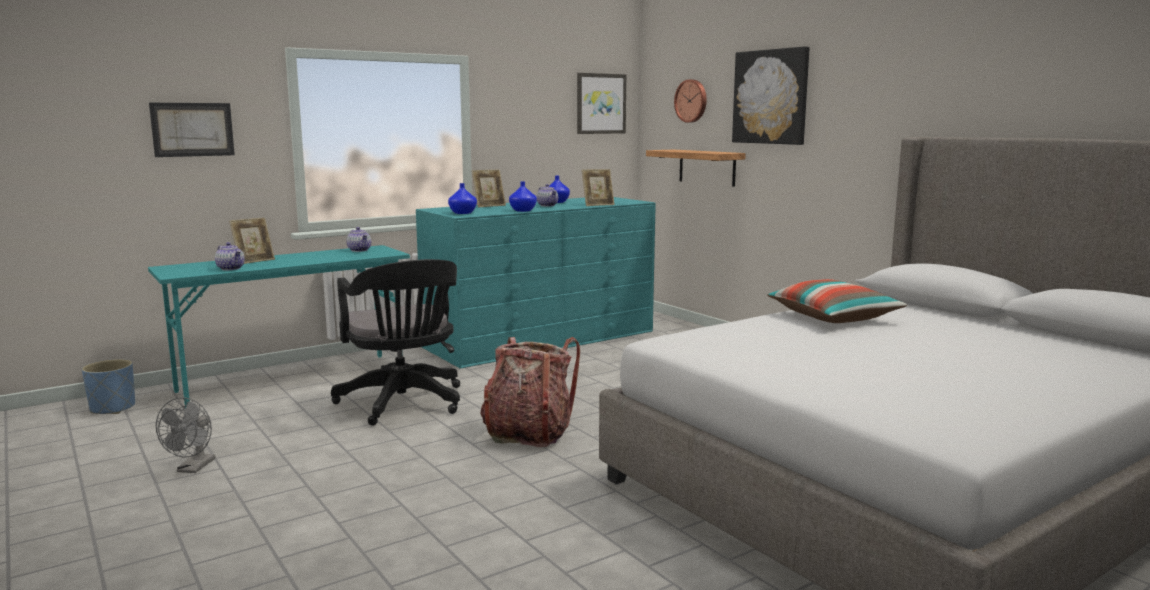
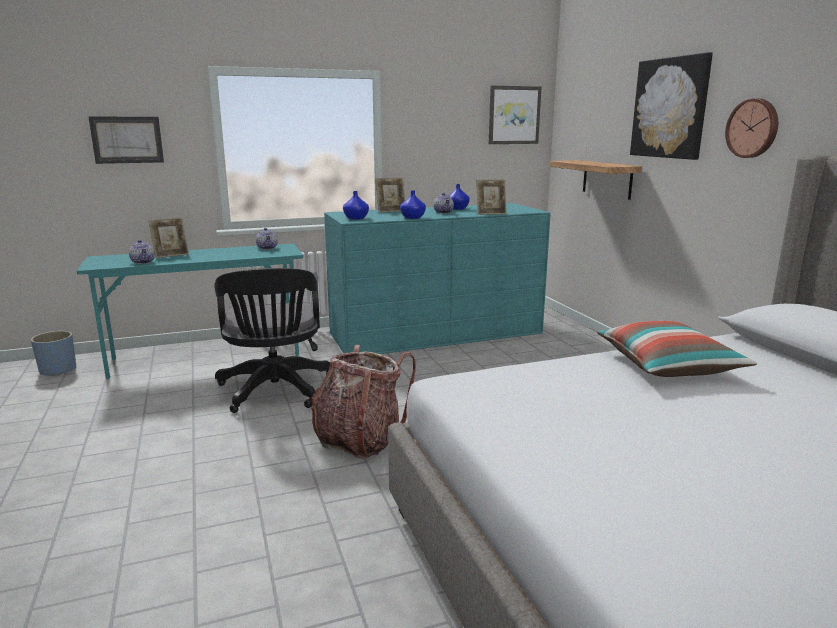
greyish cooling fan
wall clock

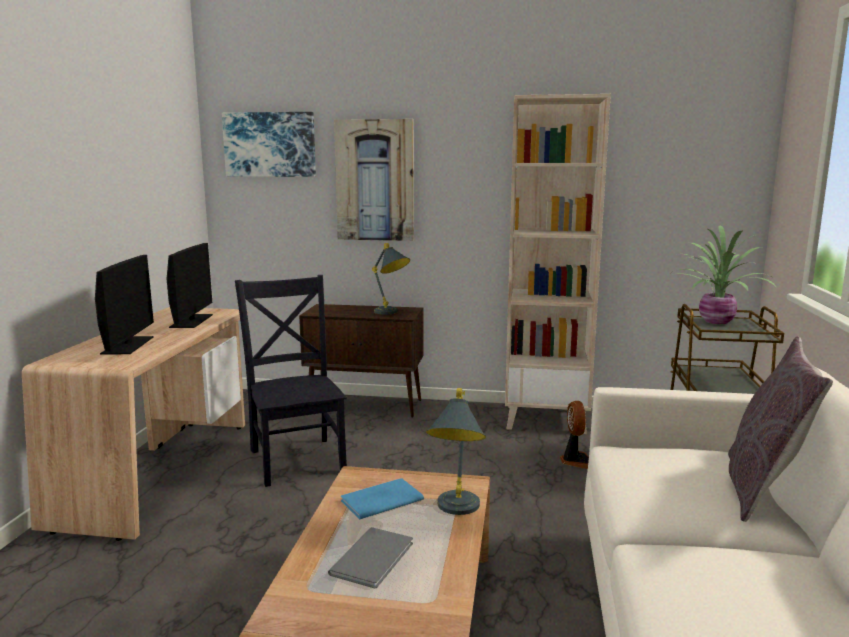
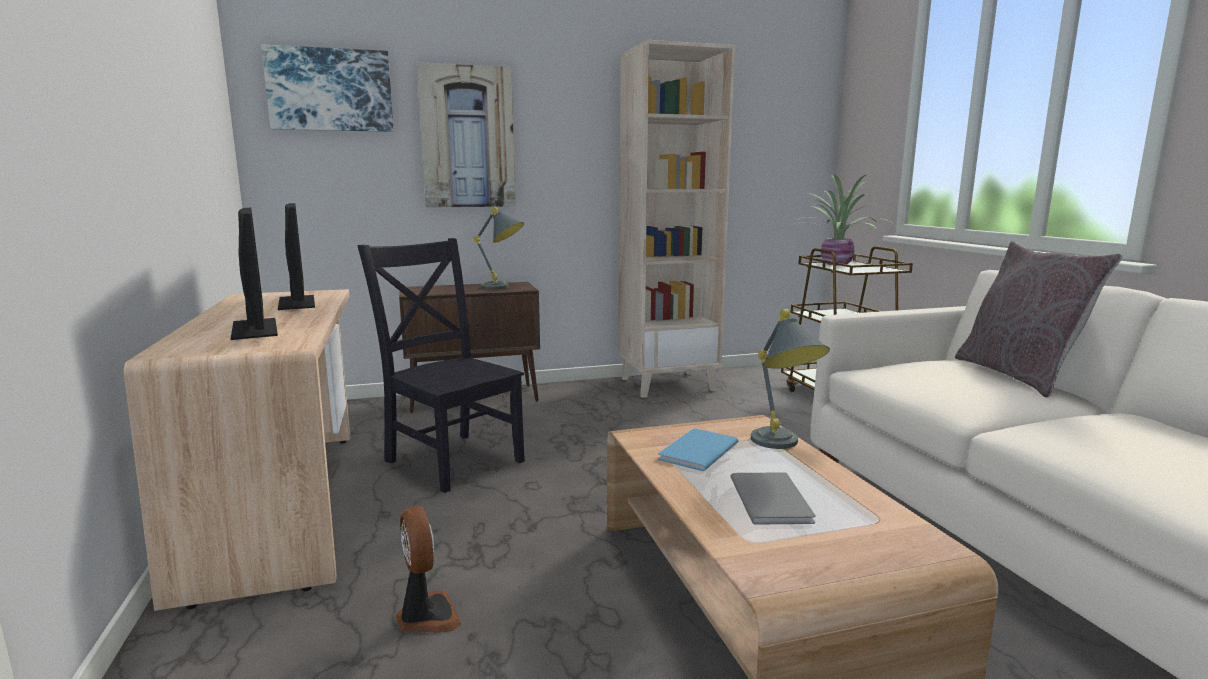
cooling fan

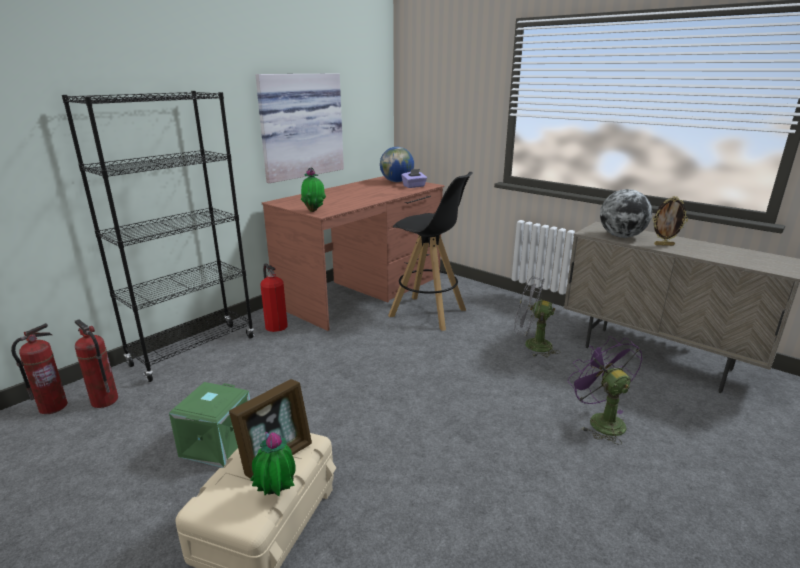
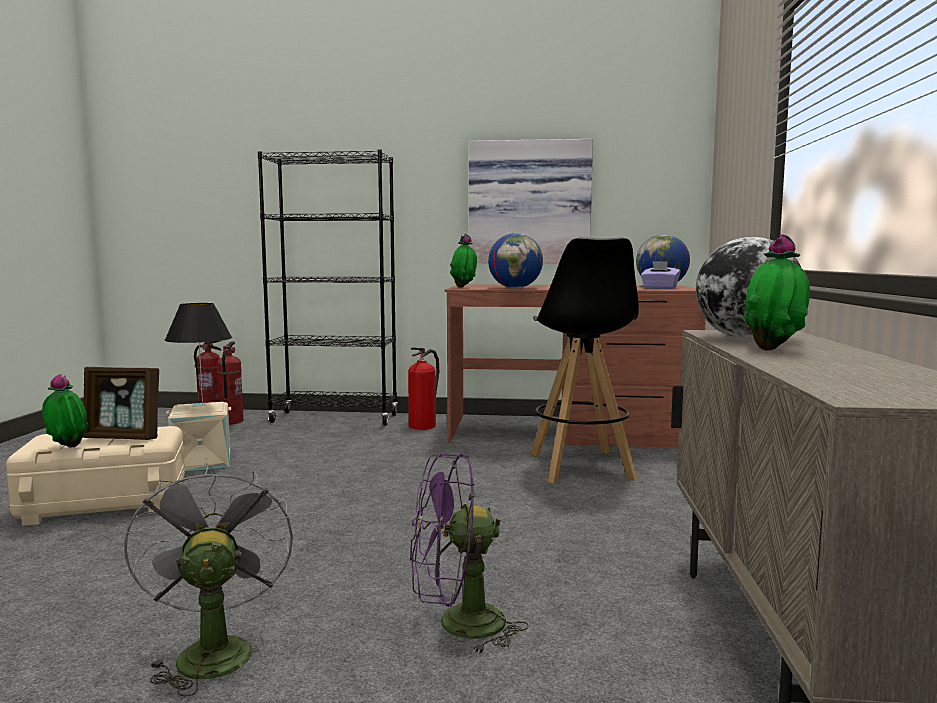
black-coloured tabletop lamp
globe (1st from left)
greyish cooling fan
plant in a pot (3rd from left)
beige-coloured storage box (2nd from left)
purplish cooling fan

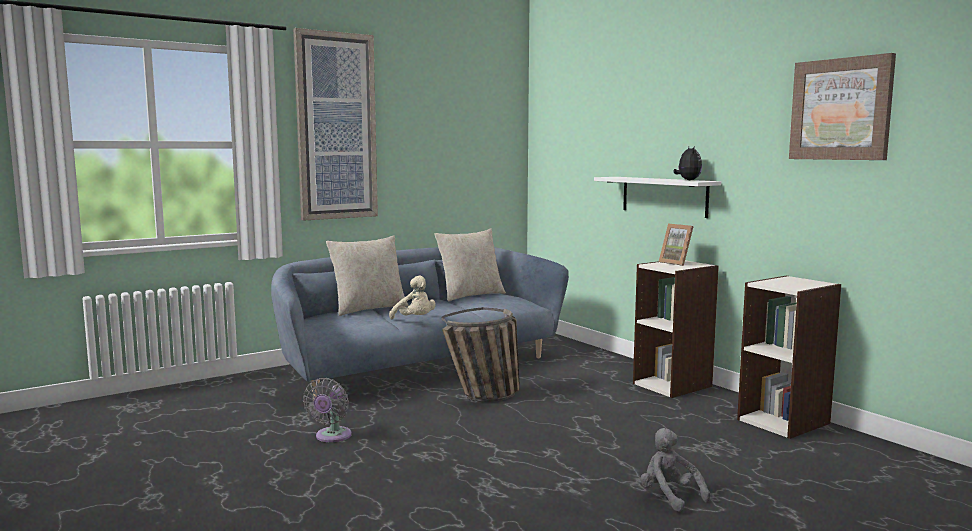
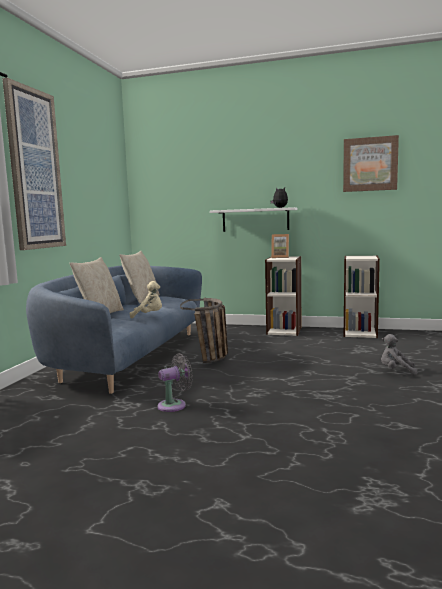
greyish cooling fan

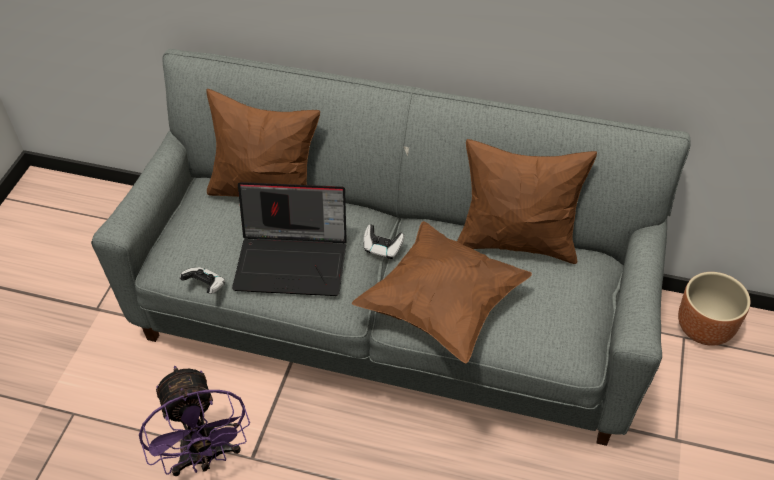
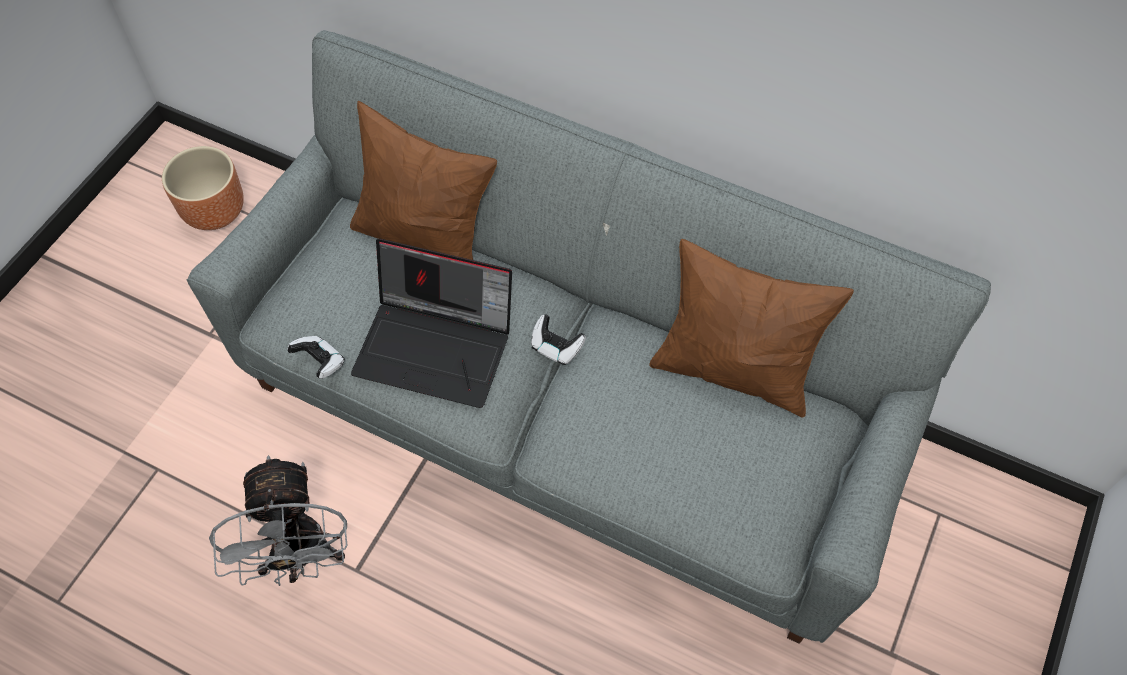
brown pillow (2nd from left in the first image)
brown plant pot
greyish cooling fan

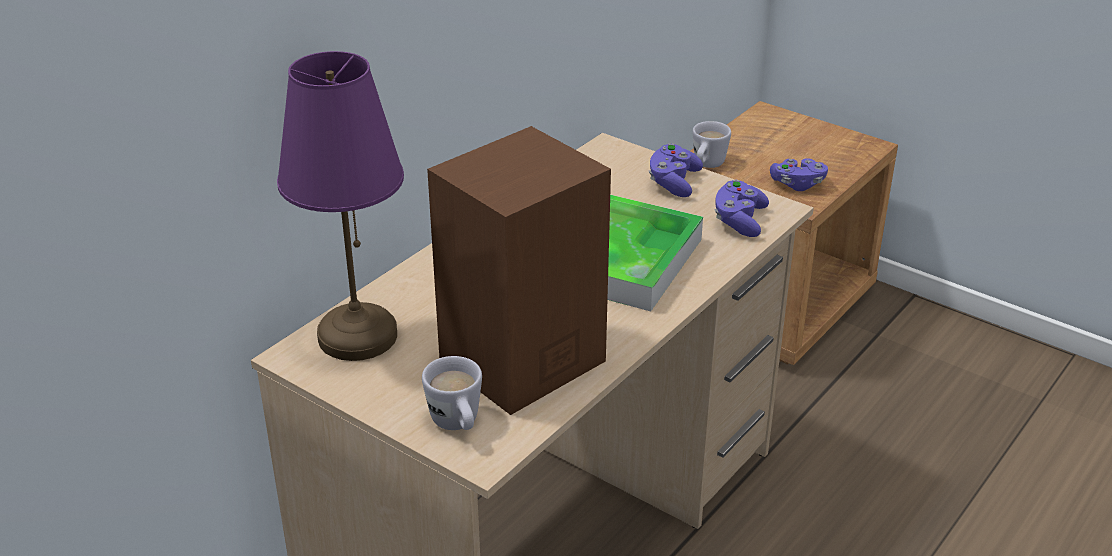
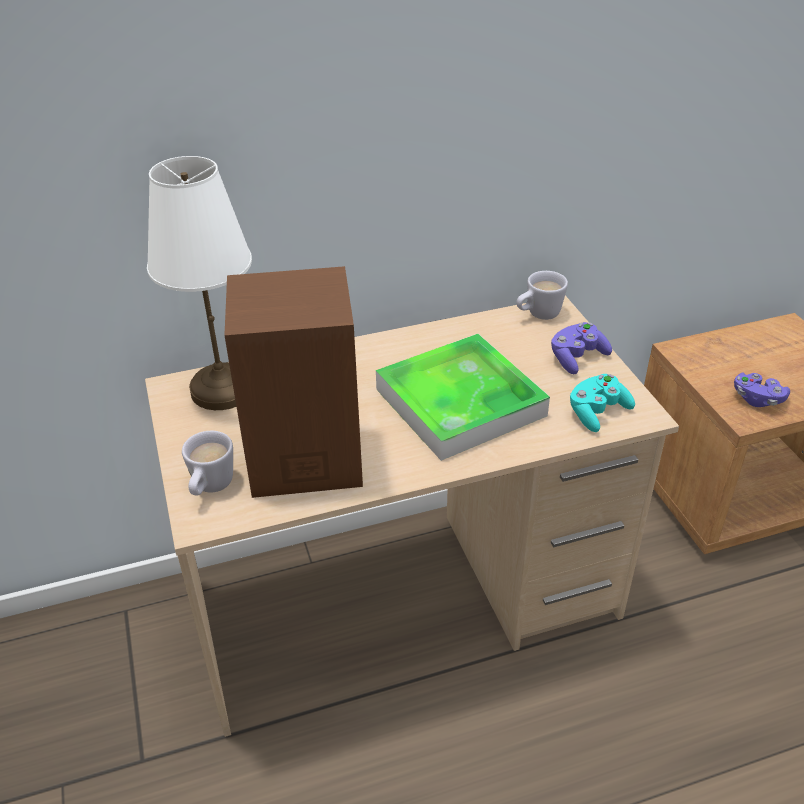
white-coloured mug (2nd from left)
white-coloured tabletop lamp
turquoise gamepad

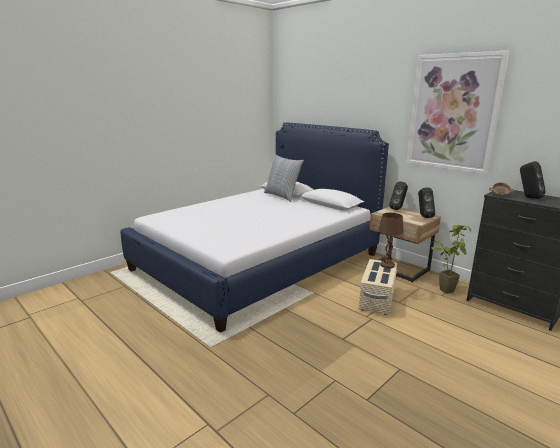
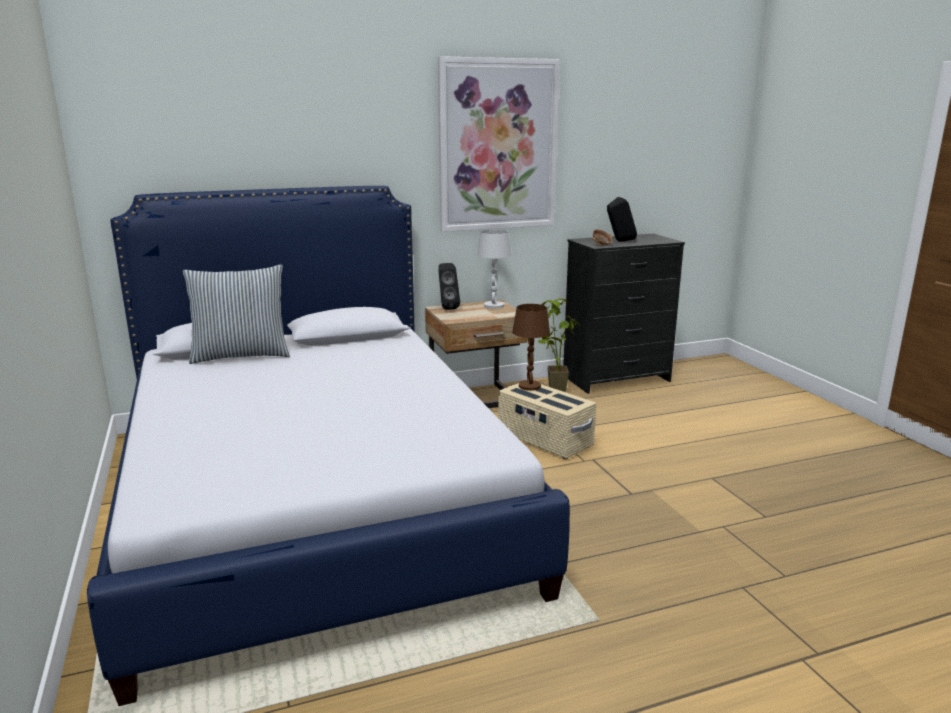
white-coloured tabletop lamp

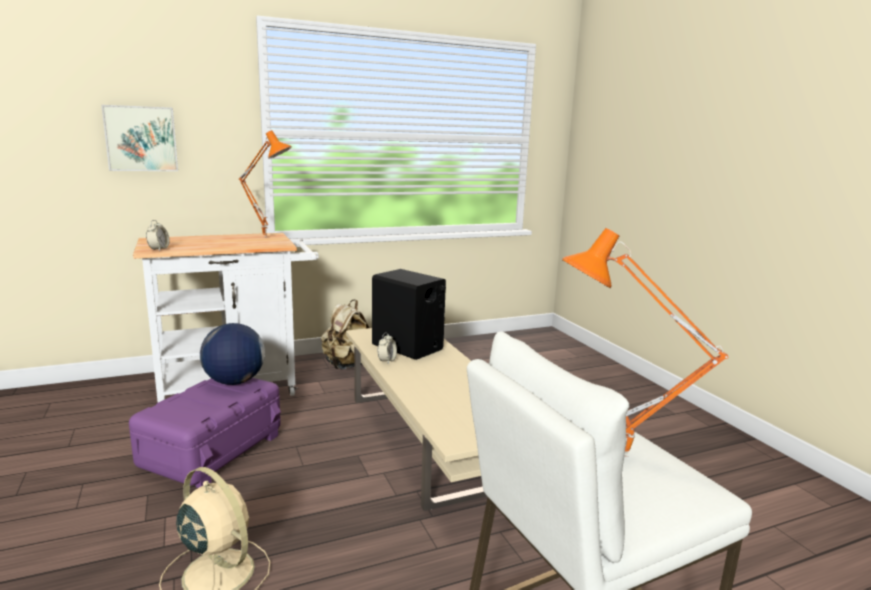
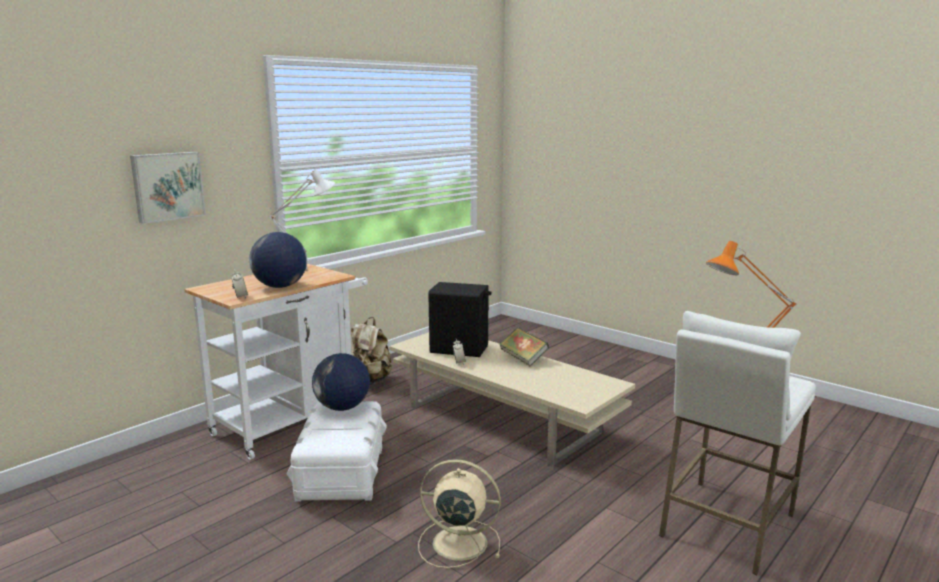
globe (1st from left)
book
white-coloured storage box
white-coloured tabletop lamp

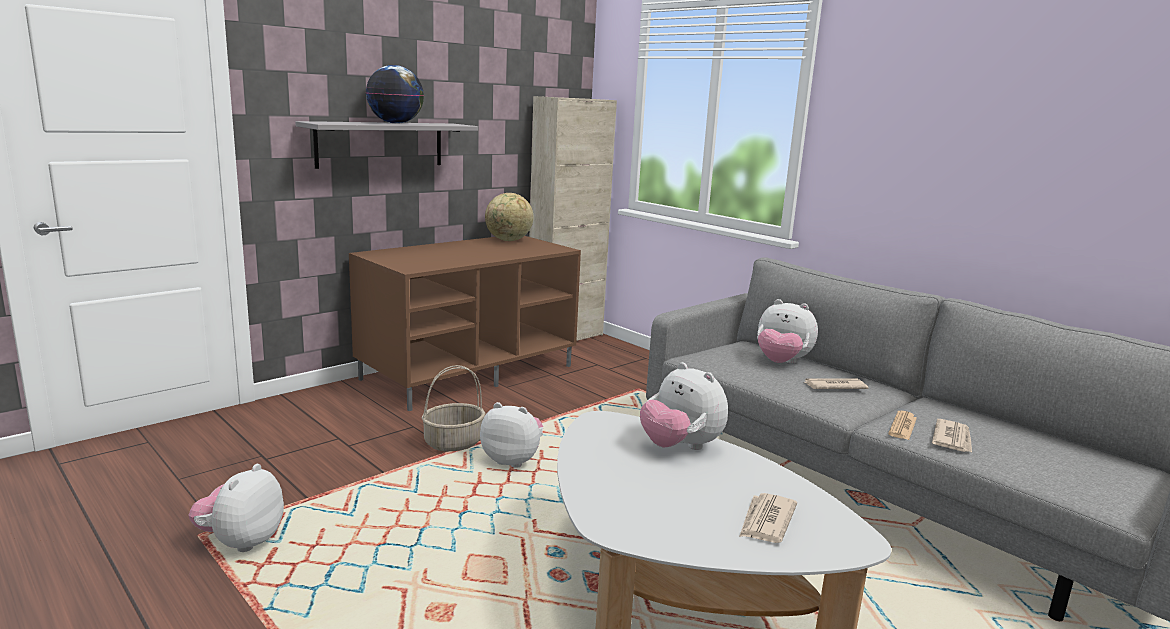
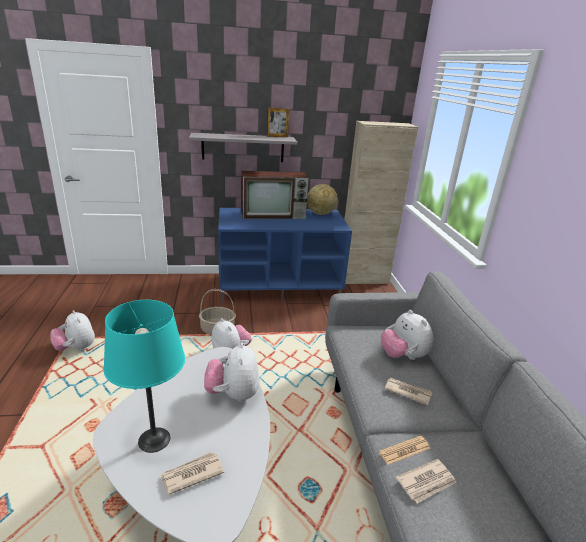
globe (1st from left in the first image)
turquoise tabletop lamp
TV
standing frame
blue media console
soft toy (1st from left)

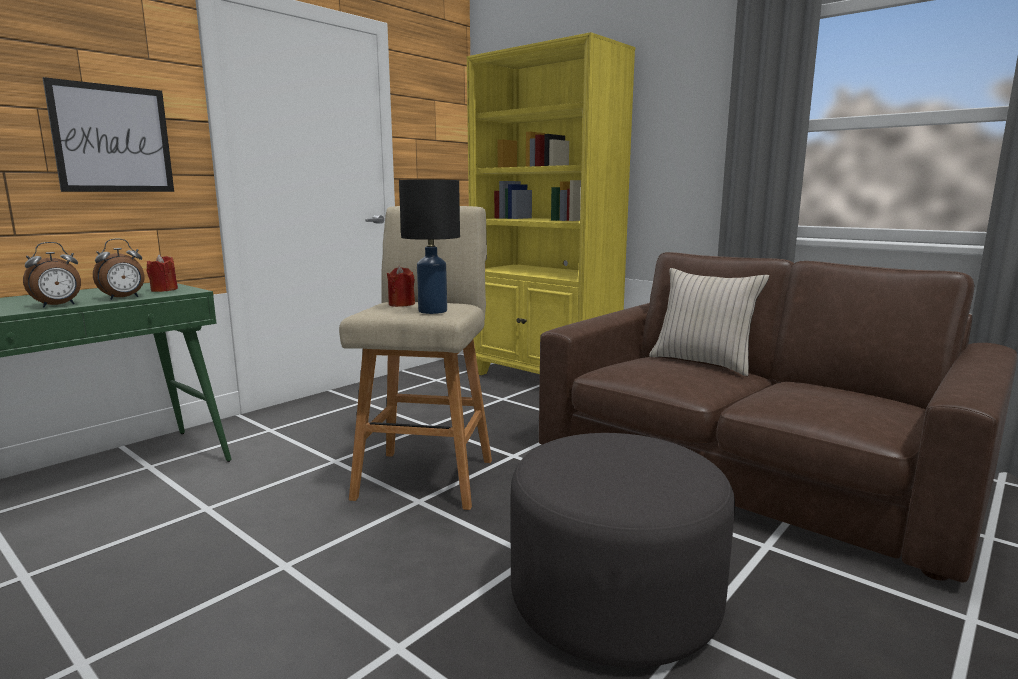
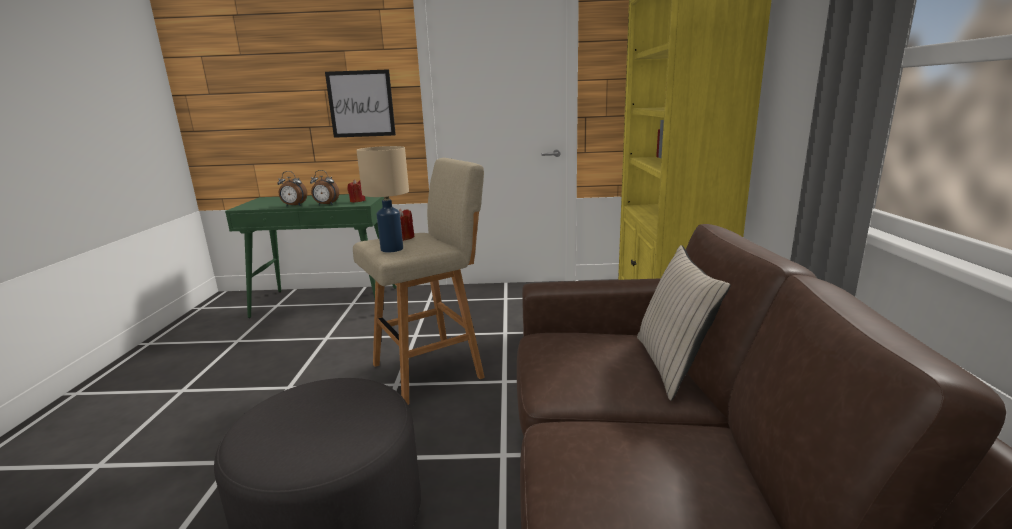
beige-coloured tabletop lamp

